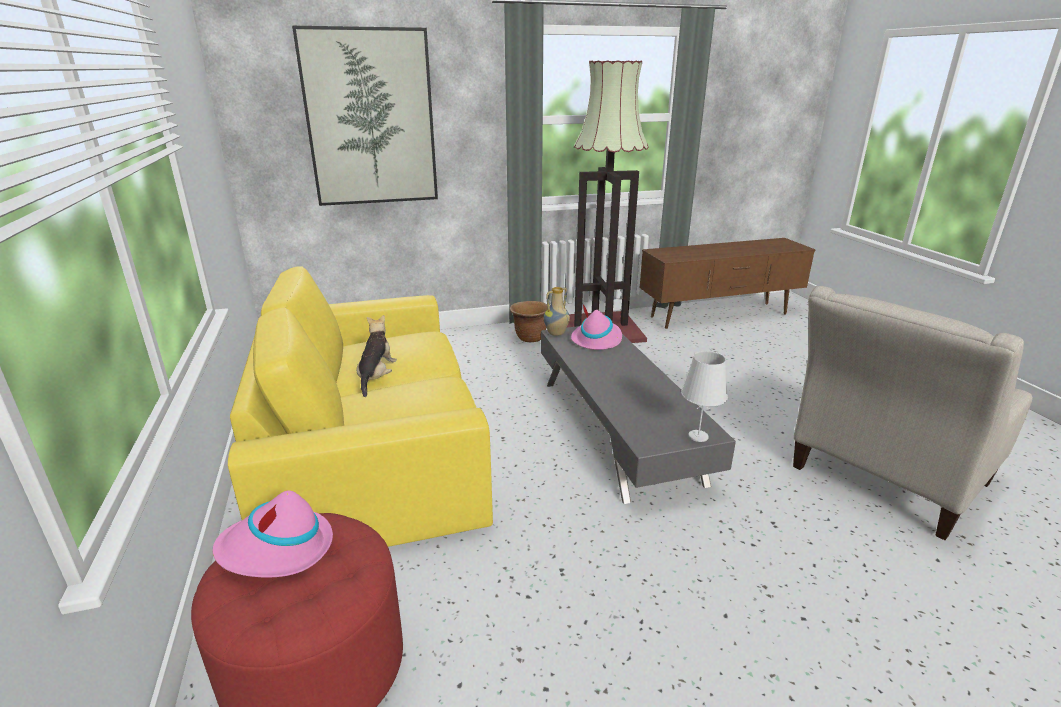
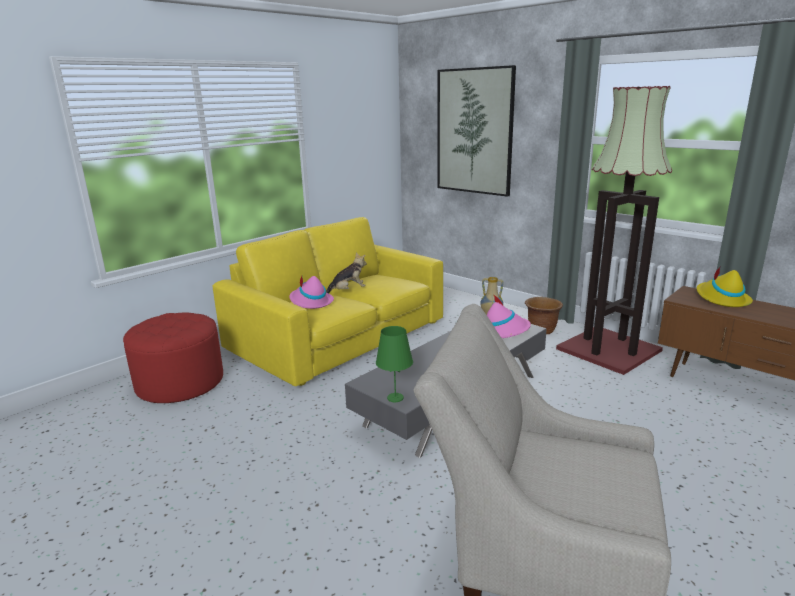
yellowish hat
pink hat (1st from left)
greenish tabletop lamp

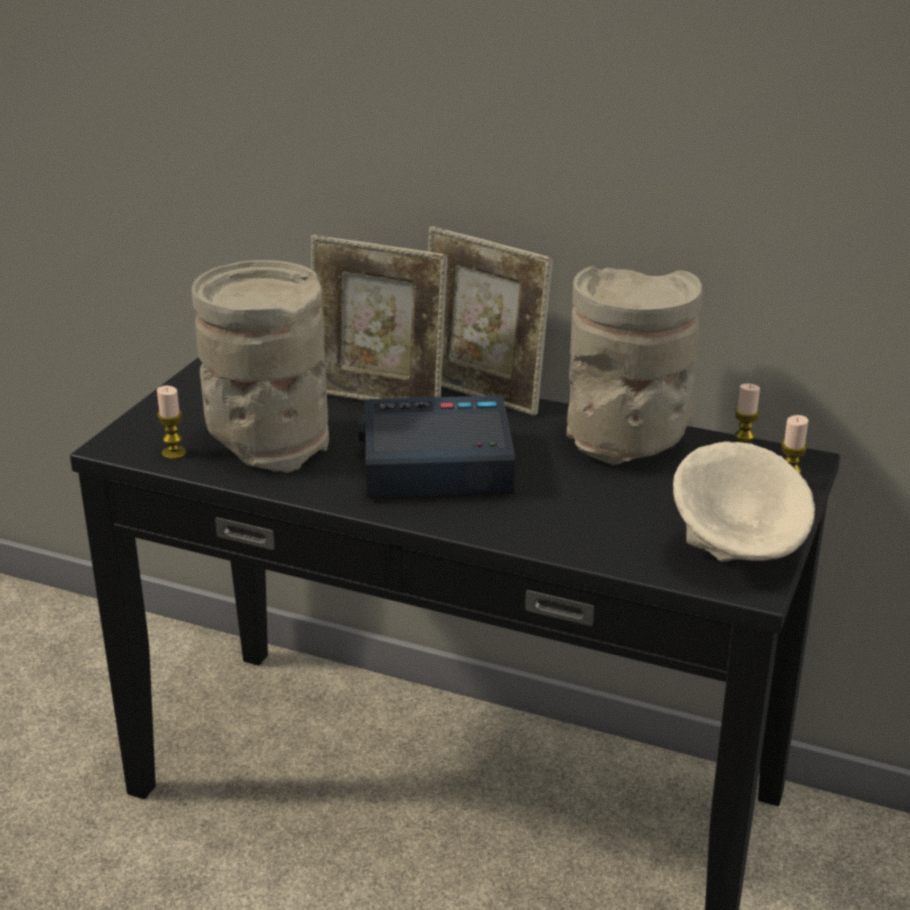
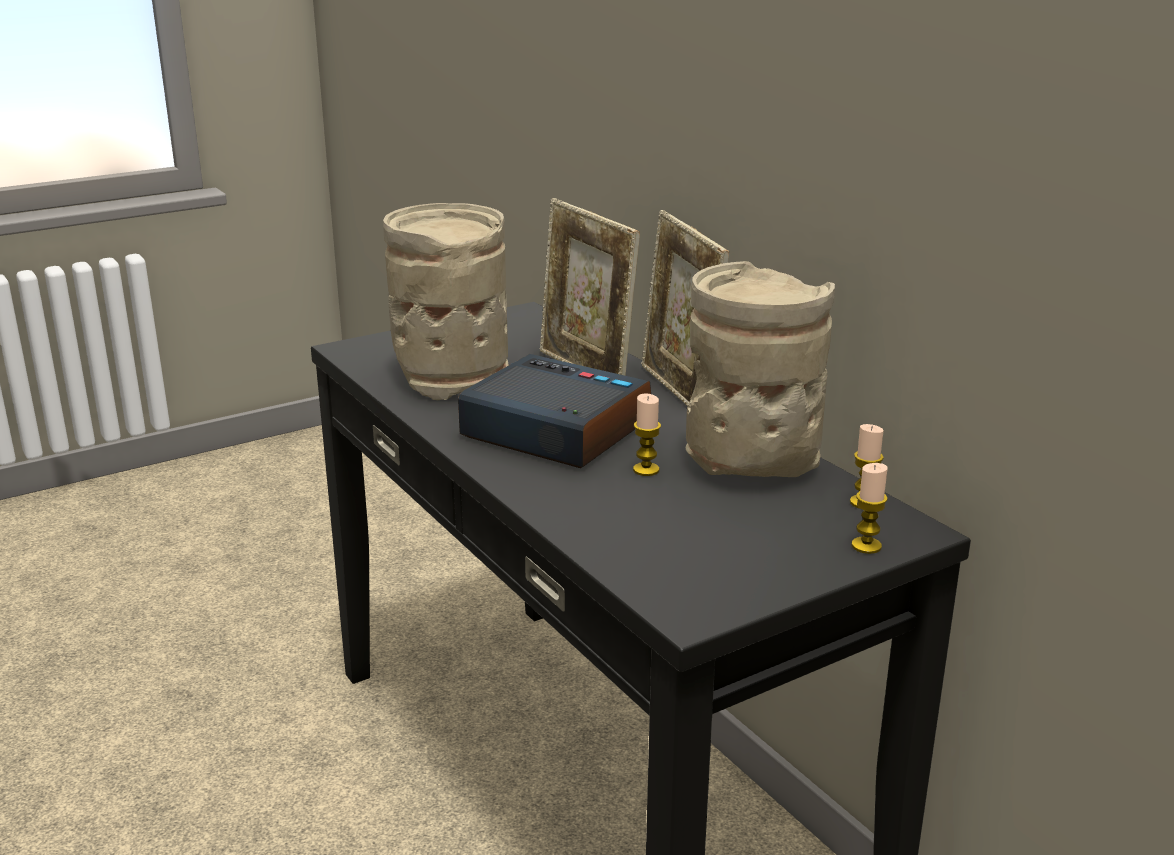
beige-coloured bowl
wax light (1st from left)

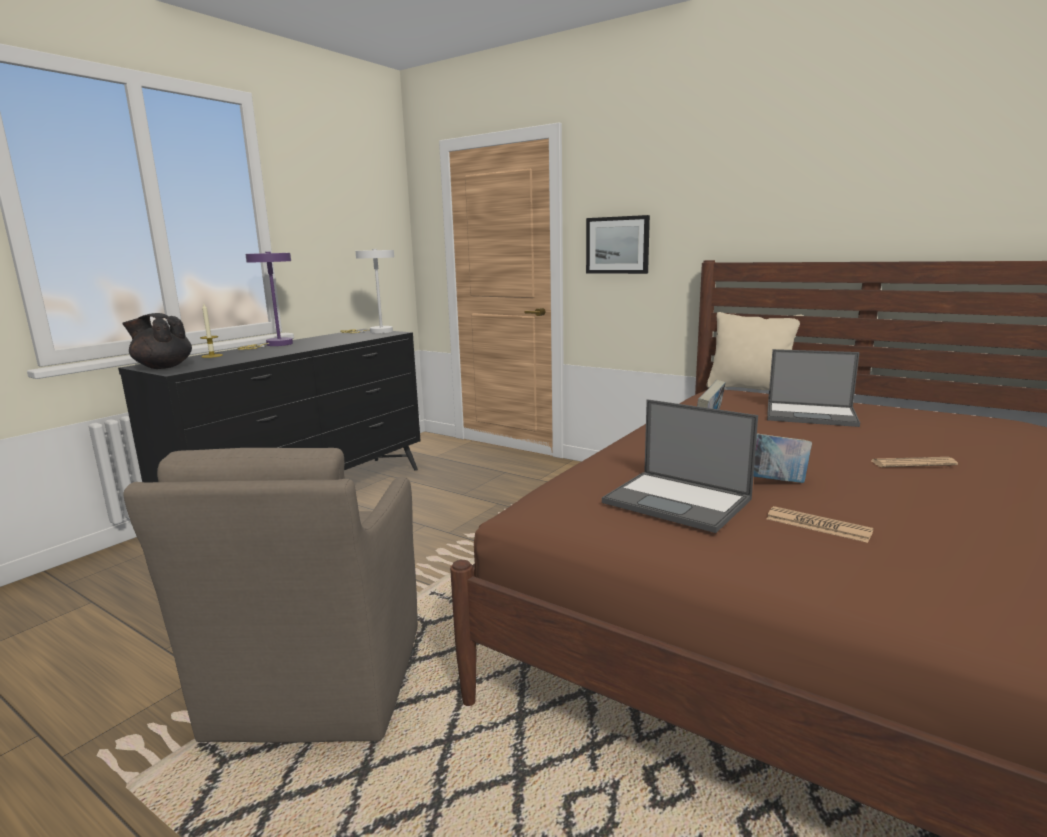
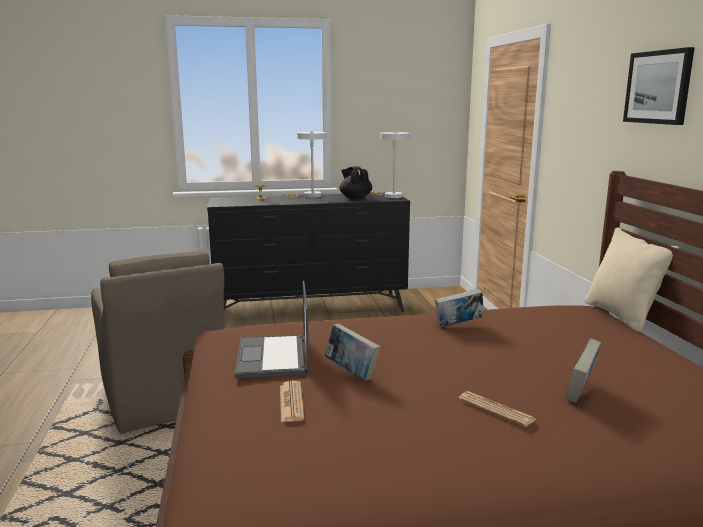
laptop (2nd from left in the first image)
book (3rd from left)
black-coloured teapot
wall picture
white-coloured tabletop lamp (1st from left)
brown armchair

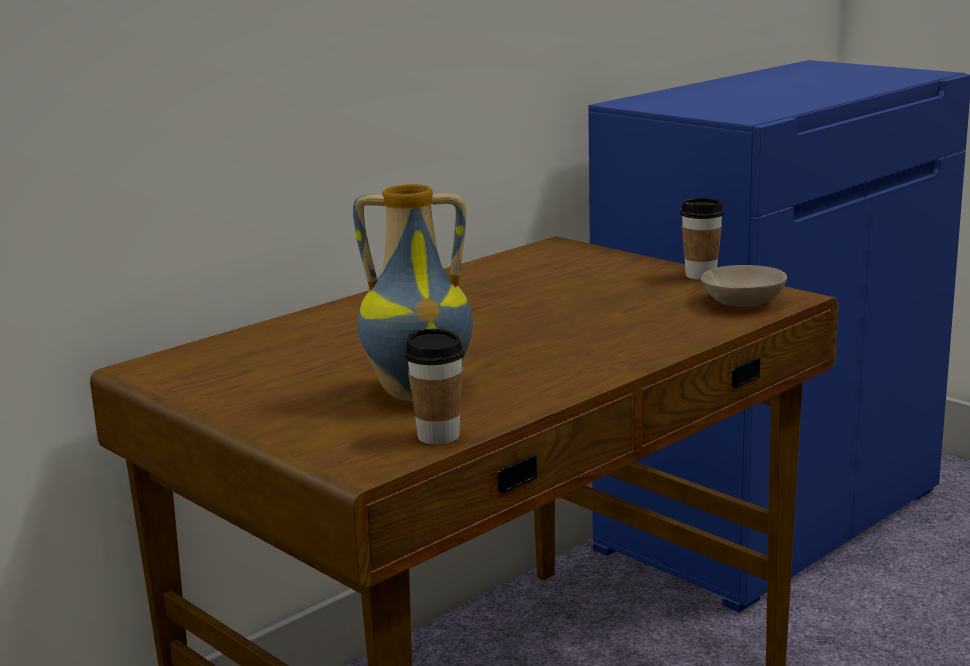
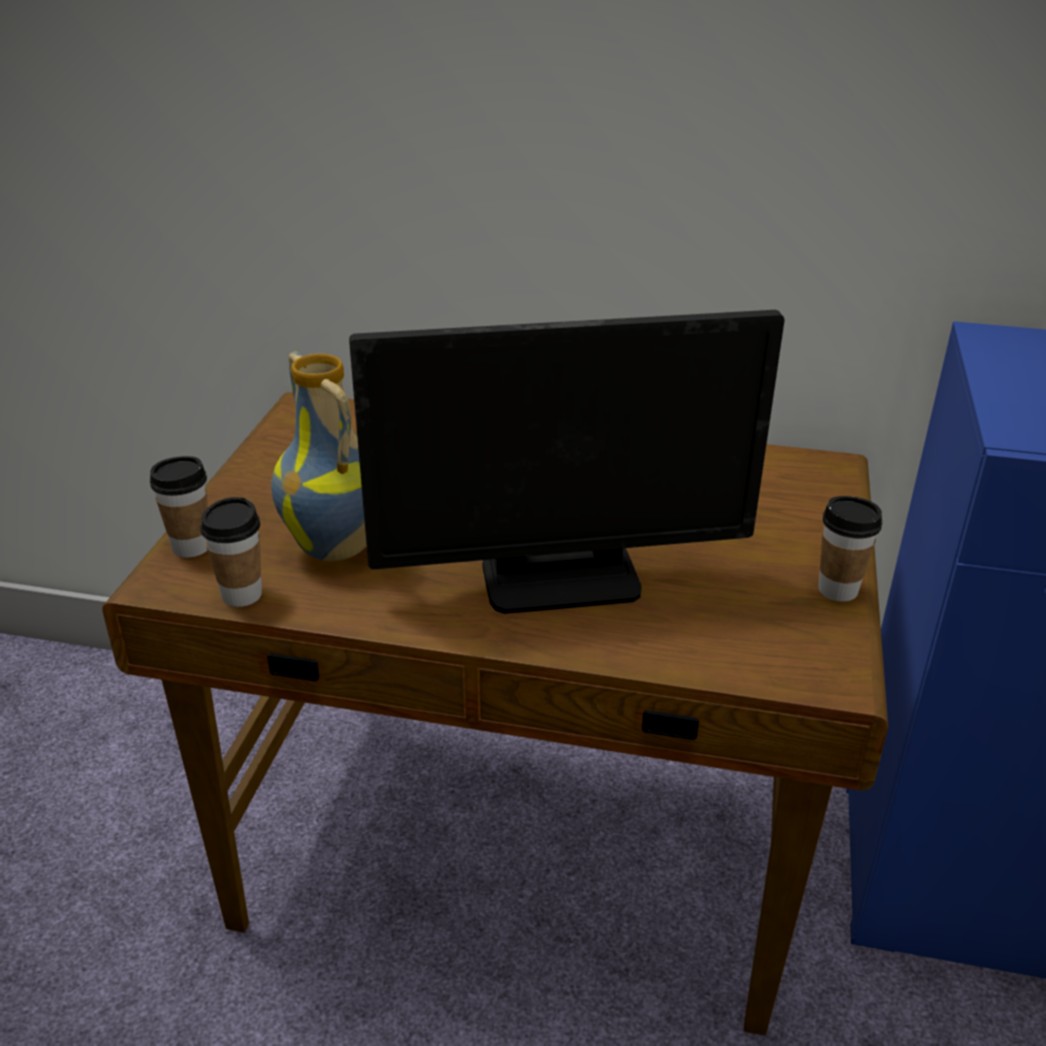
beige-coloured bowl
cup (1st from left)
computer screen

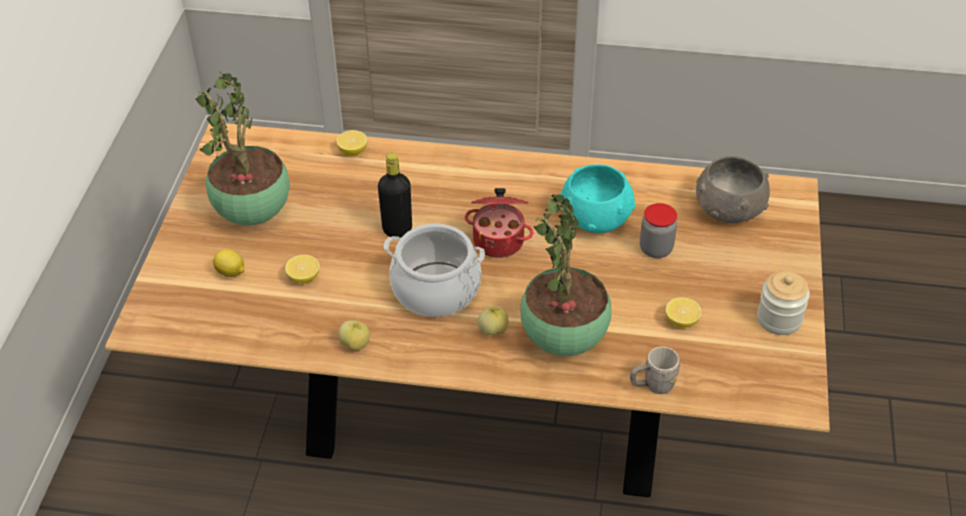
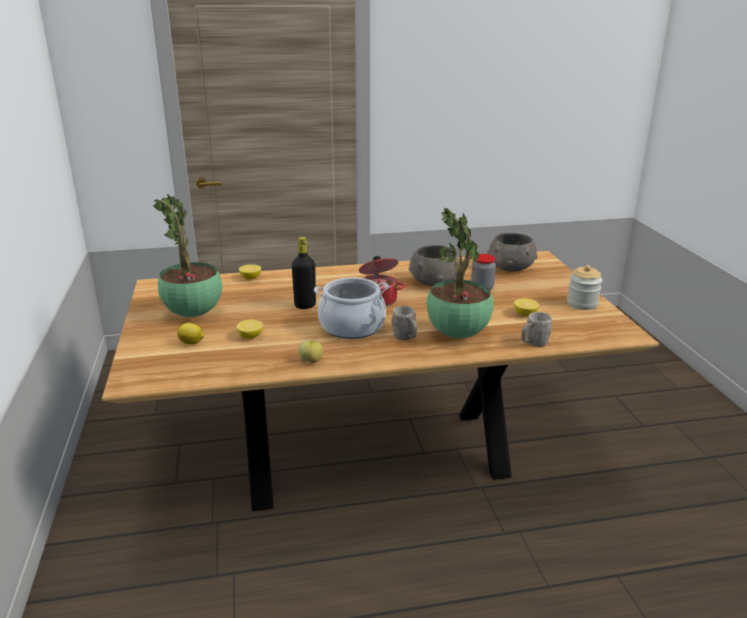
greyish mug (1st from left)
greyish bowl (1st from left)

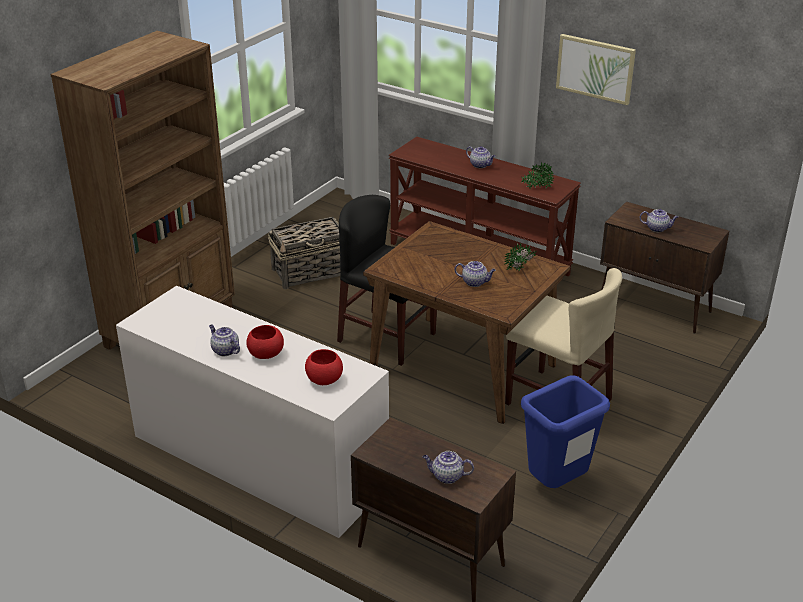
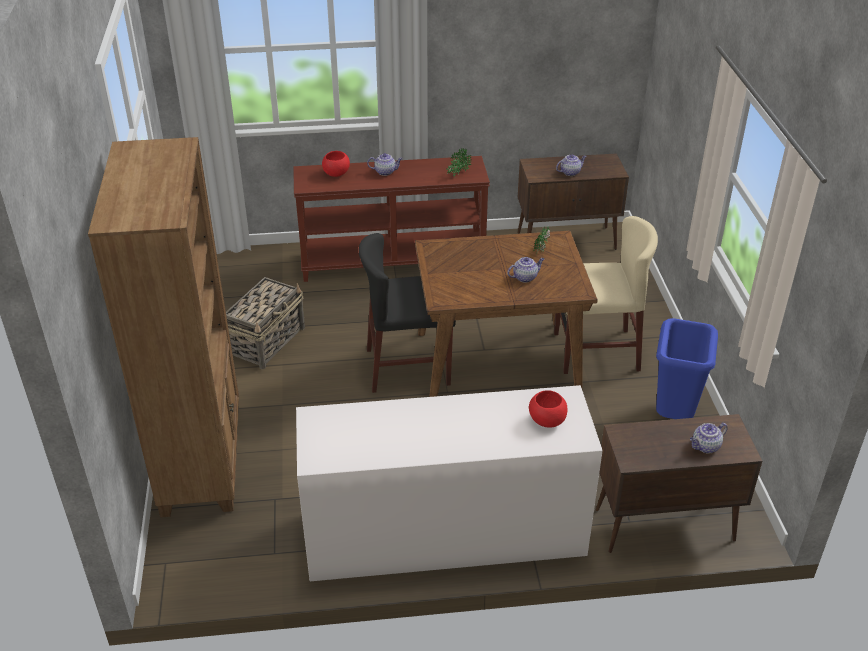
teapot (1st from left in the first image)
wall picture
reddish bowl (1st from left)

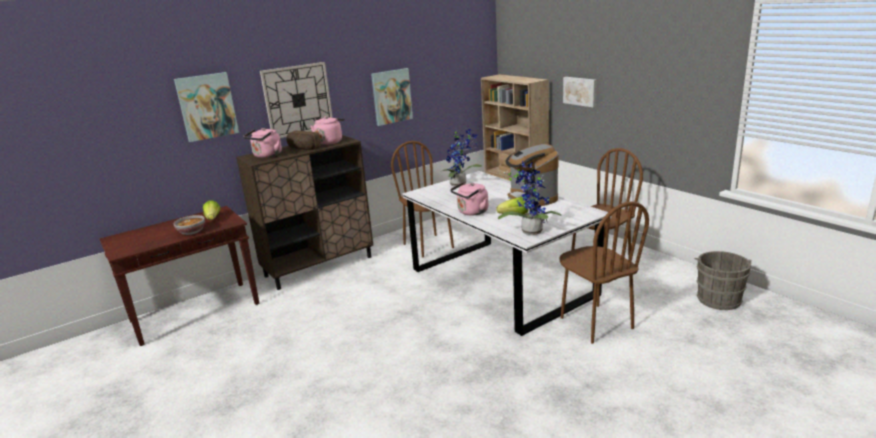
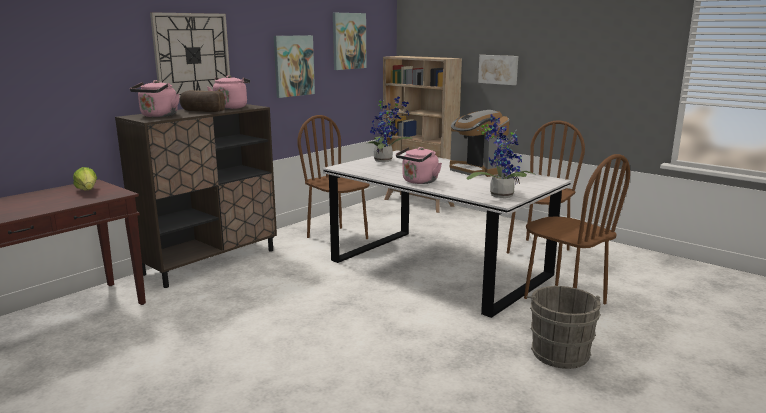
bowl
head of lettuce (2nd from left in the first image)
wall picture (2nd from left)
greyish pail

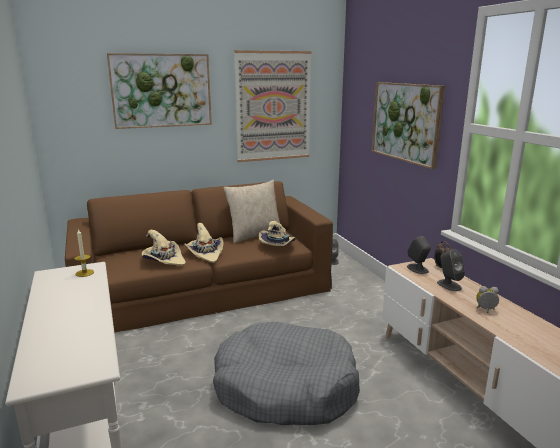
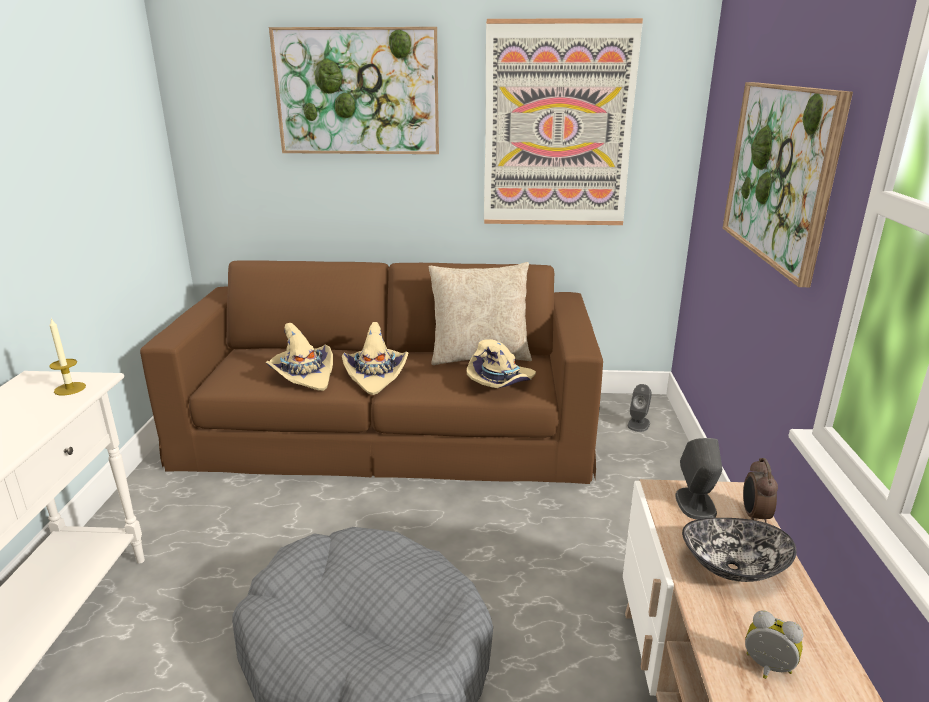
bowl

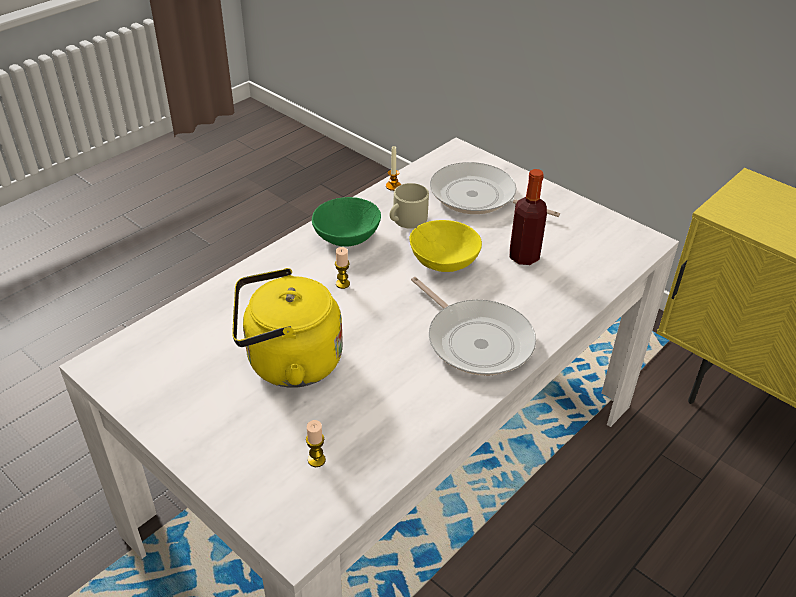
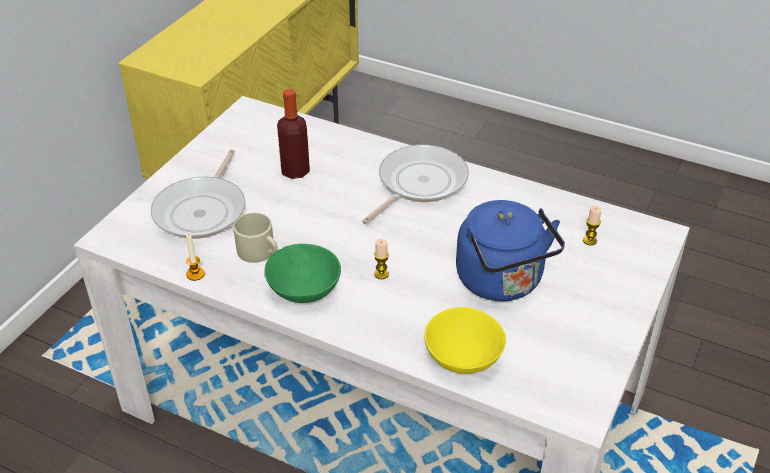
yellowish bowl
blue kettle

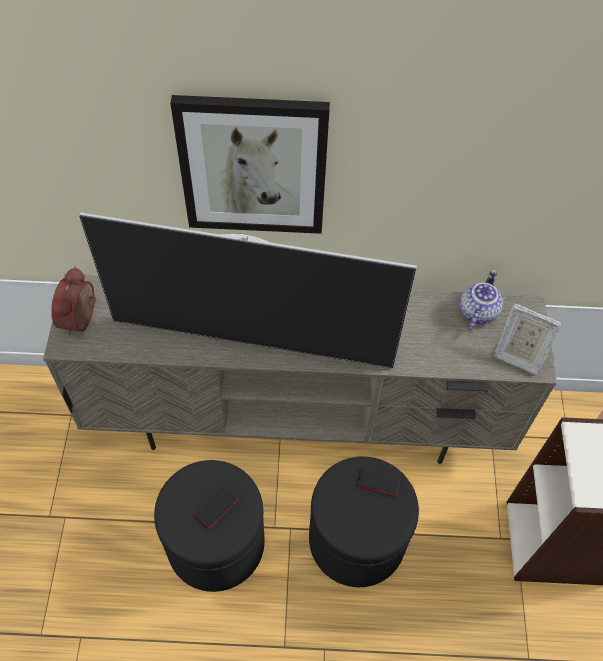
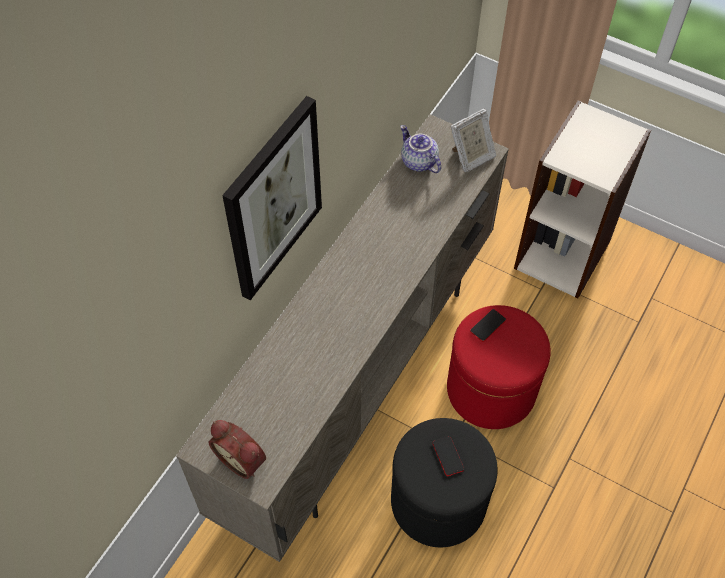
TV
reddish ottoman

